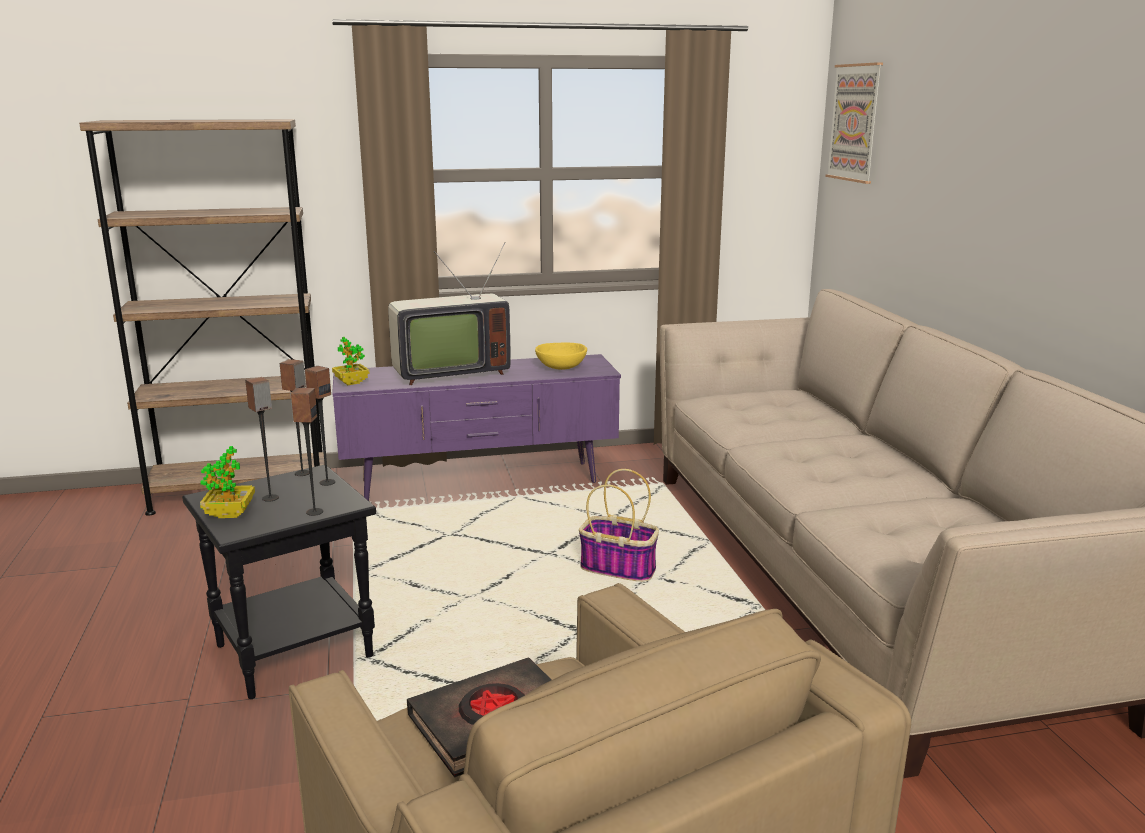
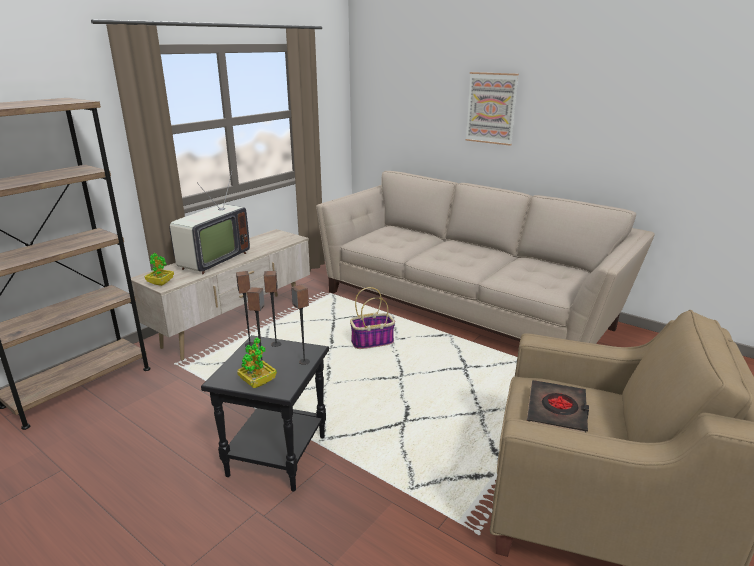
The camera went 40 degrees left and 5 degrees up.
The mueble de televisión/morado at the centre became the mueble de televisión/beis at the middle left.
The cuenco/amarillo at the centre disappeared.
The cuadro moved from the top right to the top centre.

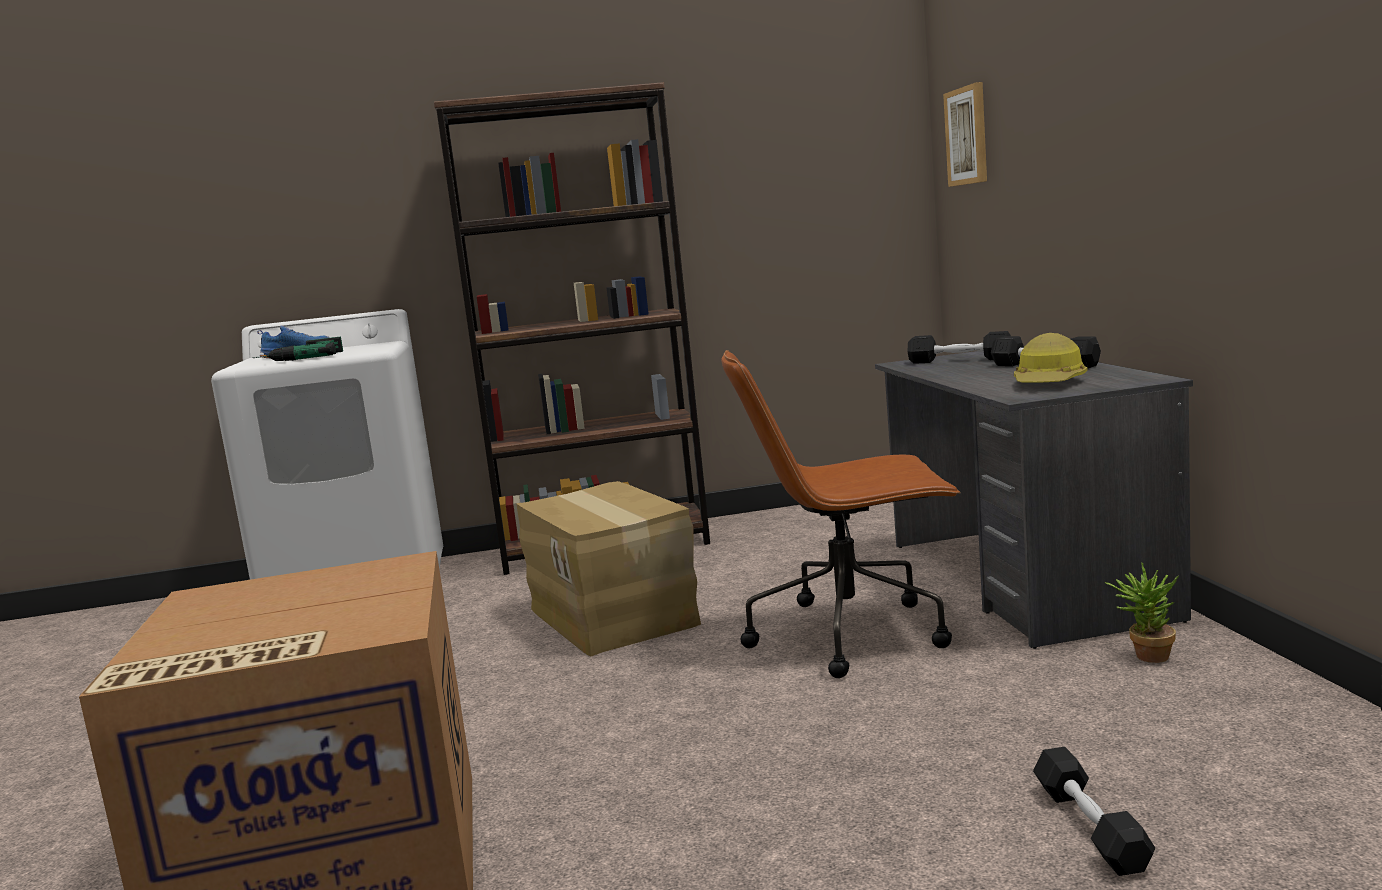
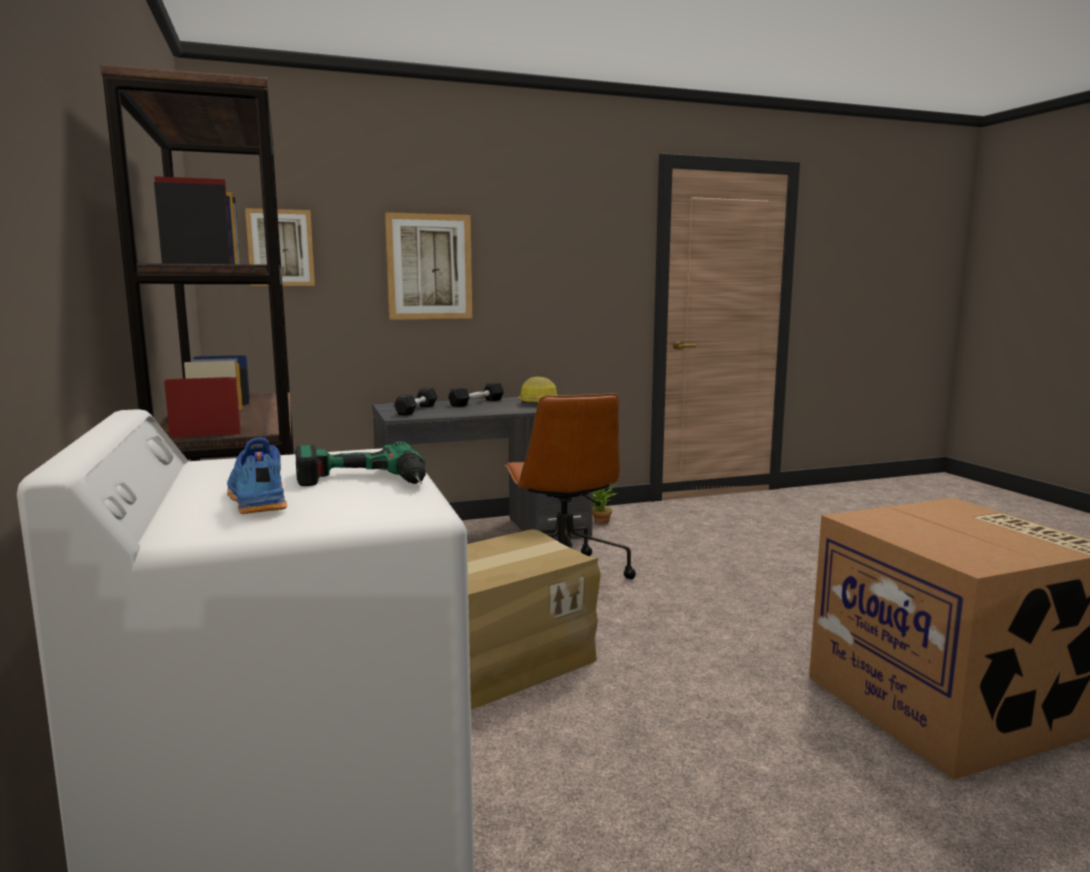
The camera went 100 degrees left and 0 degrees up.
The mancuerna/negro (3rd from left) at the bottom right disappeared.
The cuadro (2nd from left) at the top centre appeared.

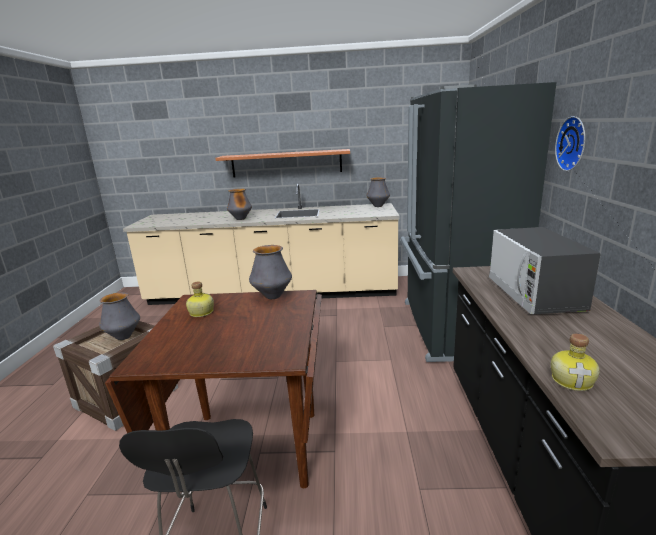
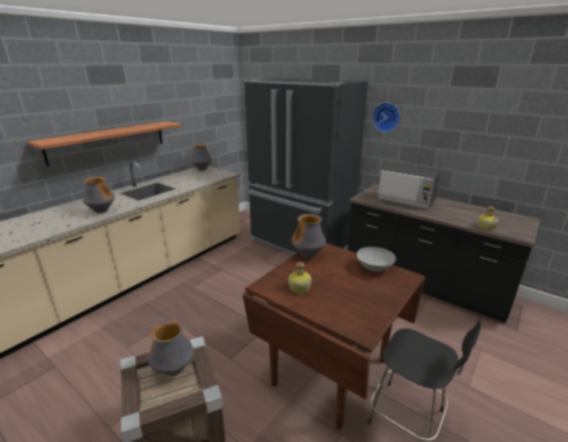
The camera went 55 degrees left and 5 degrees up.
The cuenco/gris at the centre appeared.

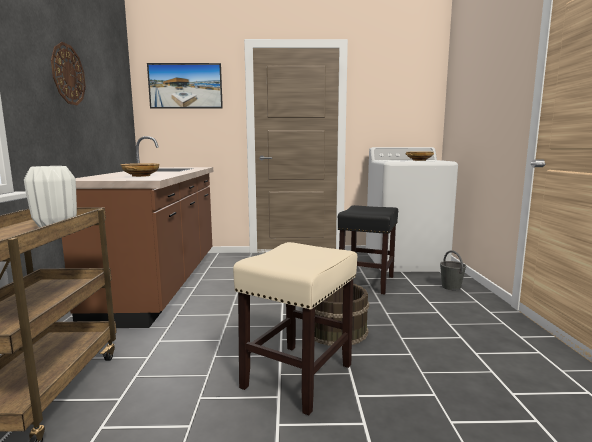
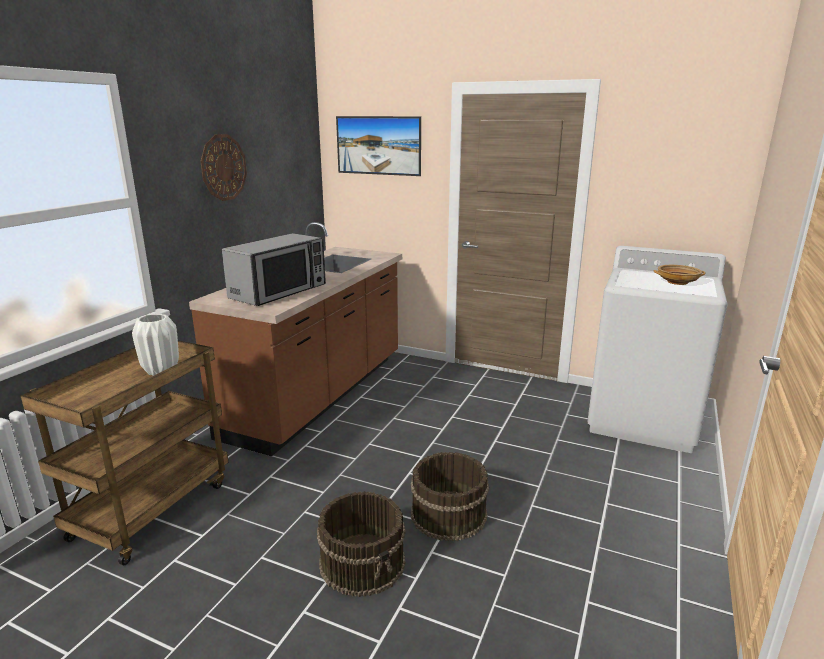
The camera went 25 degrees right and 10 degrees up.
The cuenco/beis (1st from left) at the middle left was replaced by the microondas at the middle left.
The taburete/beis at the bottom centre was replaced by the cubo/marrón (1st from left) at the bottom centre.
The taburete/negro at the centre disappeared.
The cubo/gris at the middle right disappeared.

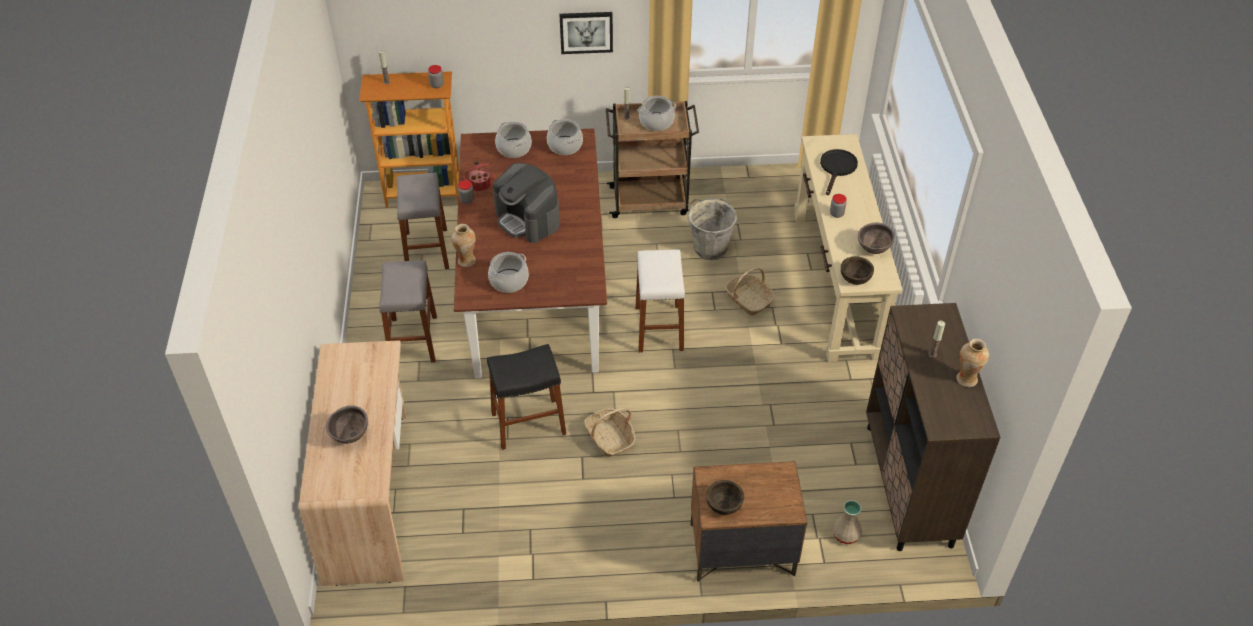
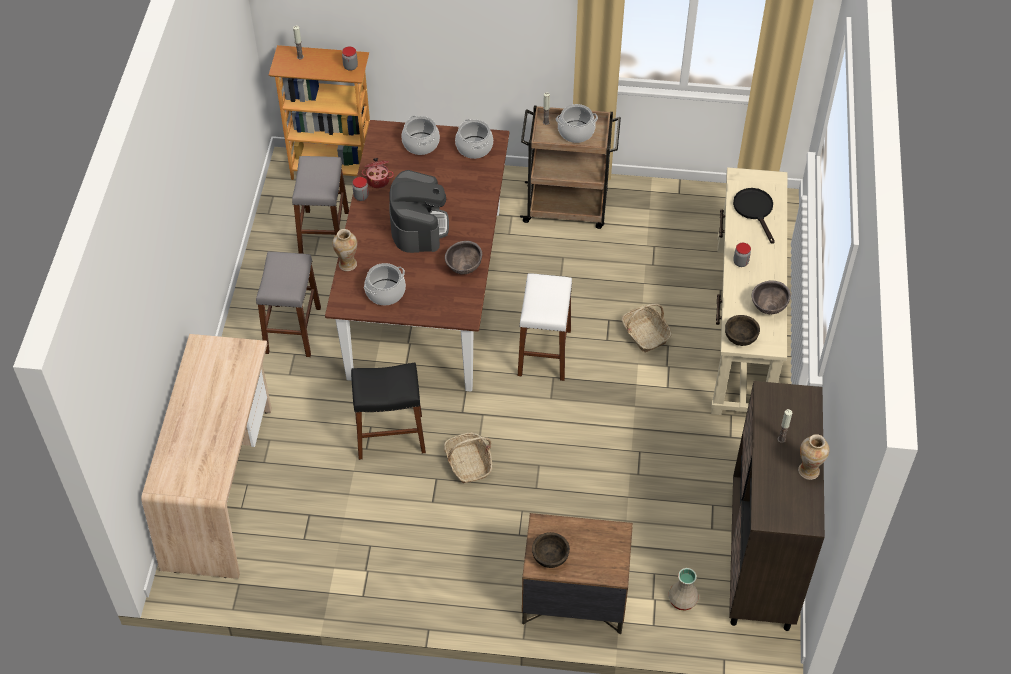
The camera went 10 degrees right and 5 degrees up.
The cuenco/marrón (1st from left) moved from the bottom left to the centre.
The cafetera at the top centre turned 150 degrees counterclockwise.
The cuadro at the top centre disappeared.
The cubo/gris at the centre disappeared.
The sartén/negro at the top right turned 45 degrees counterclockwise.

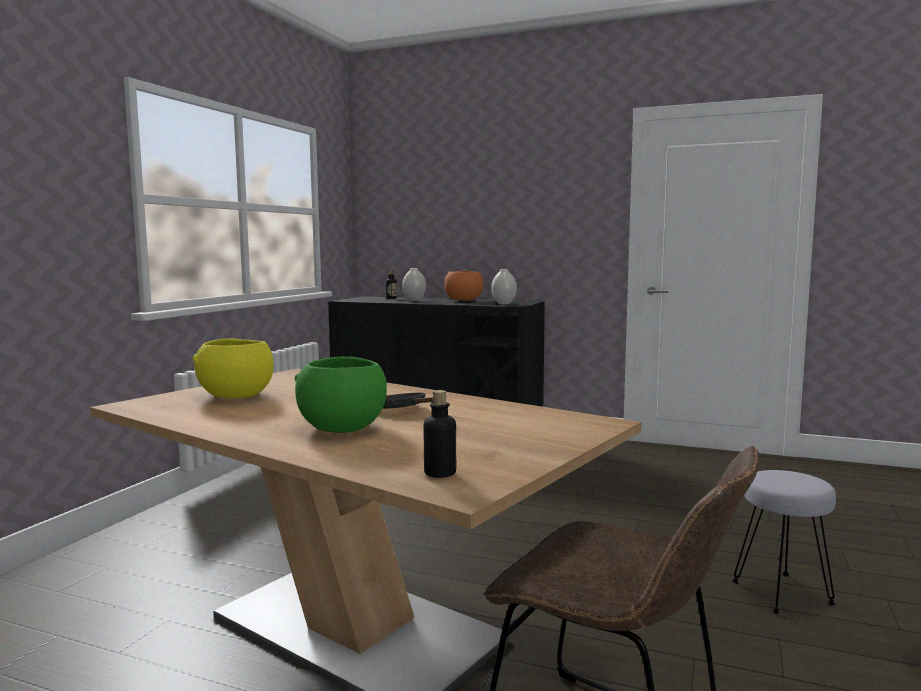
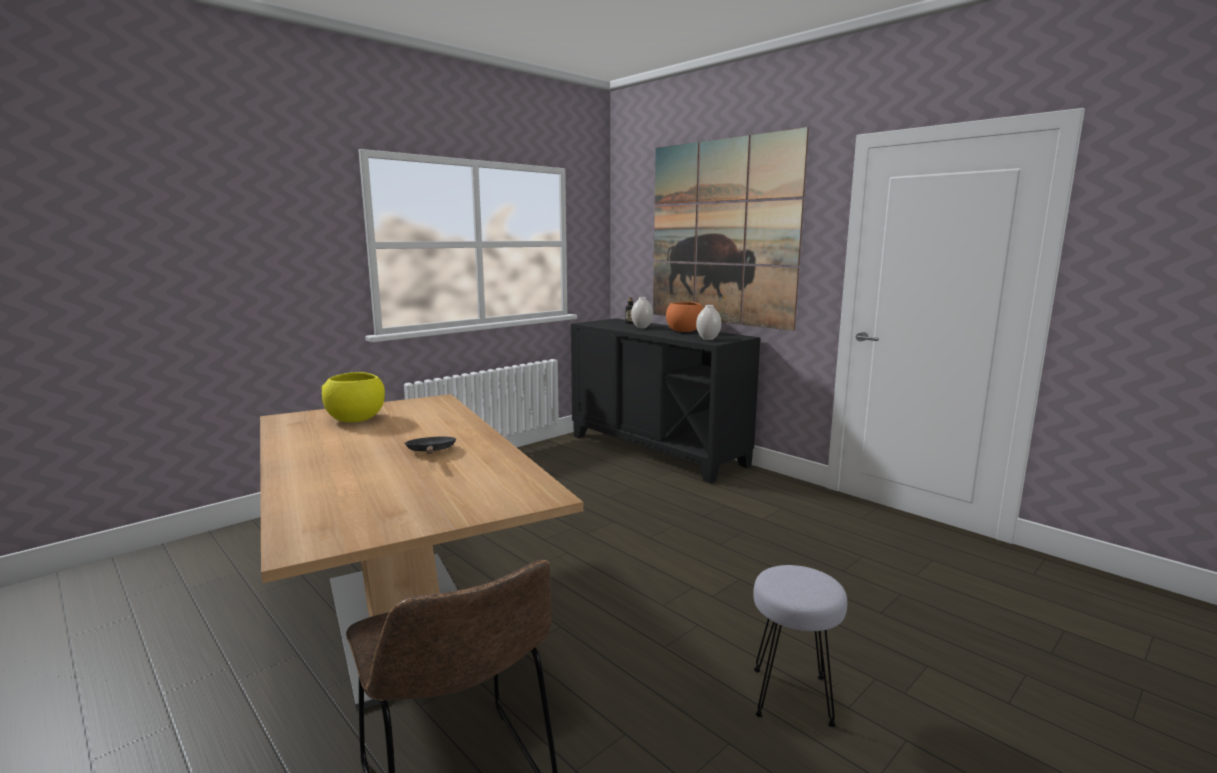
The camera went 25 degrees right and 5 degrees up.
The cuenco/verde at the centre disappeared.
The botella (2nd from left) at the centre disappeared.
The cuadro at the top centre appeared.

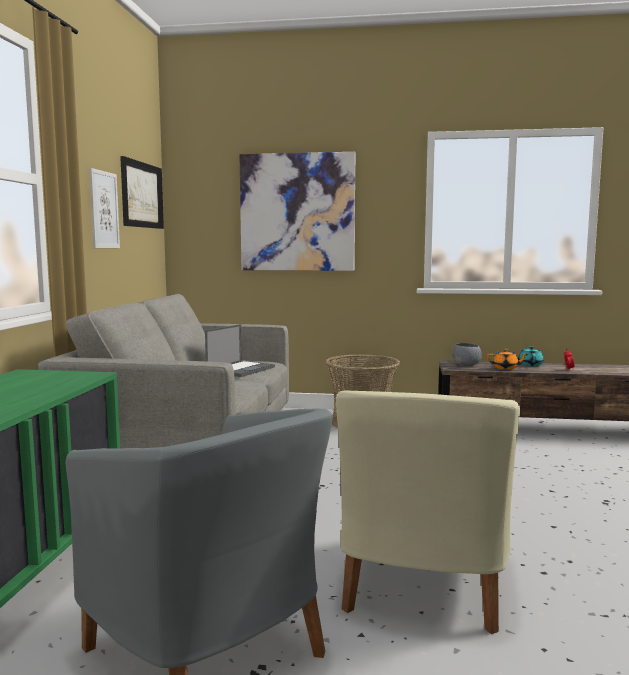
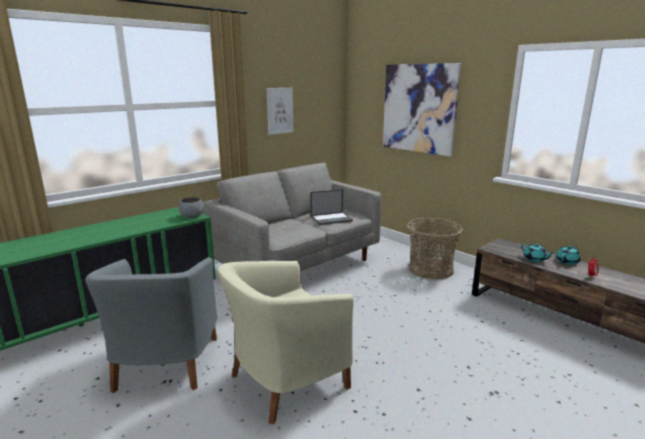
The camera went 40 degrees right and 10 degrees up.
The cuadro (2nd from left) at the top left disappeared.
The cuenco/gris moved from the middle right to the middle left.
The tetera/naranja at the middle right became the tetera/turquesa (1st from left) at the middle right.

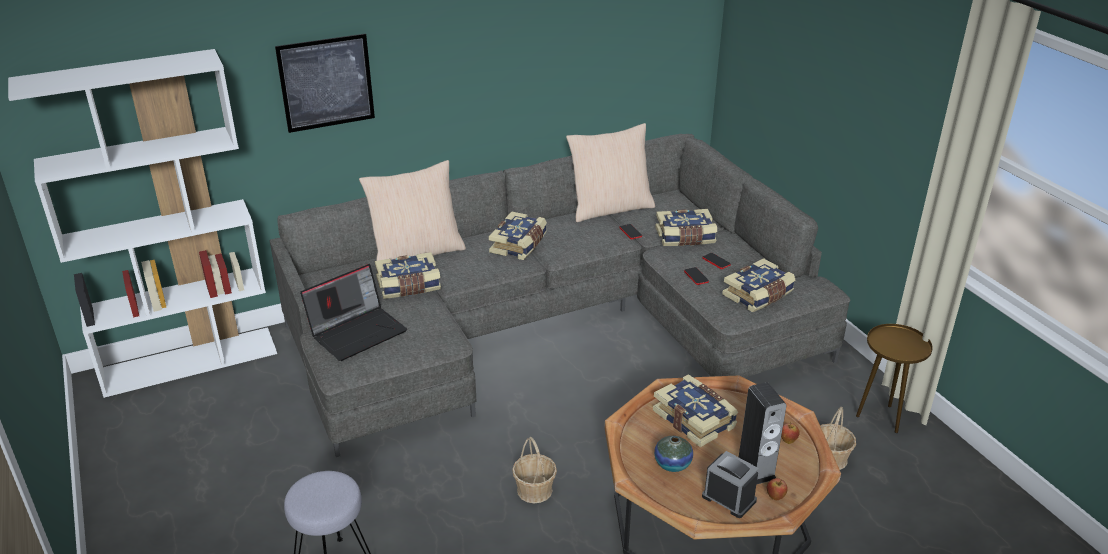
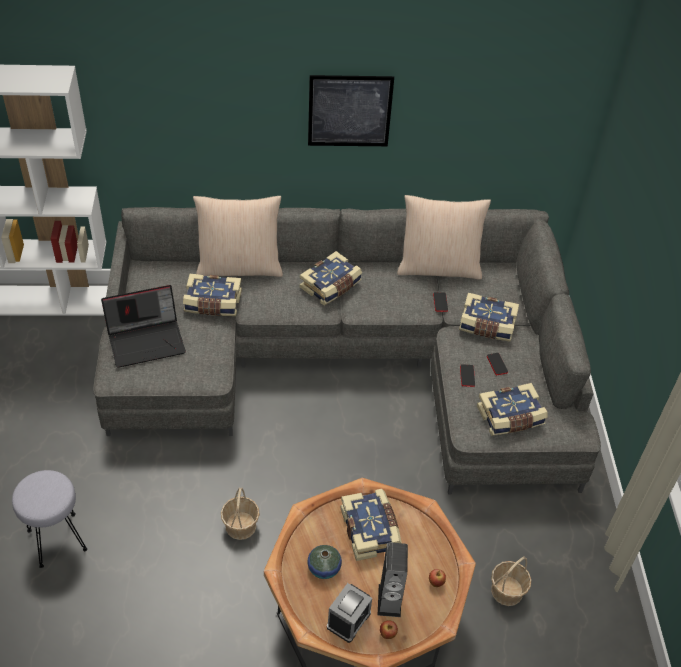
The camera went 20 degrees right and 15 degrees up.
The cuadro moved from the top left to the top centre.
The despertador at the bottom centre turned 60 degrees clockwise.
The mesa auxiliar/marrón at the bottom right disappeared.

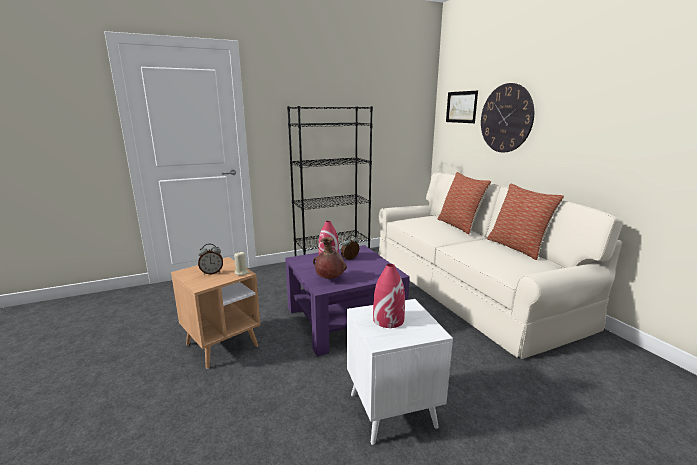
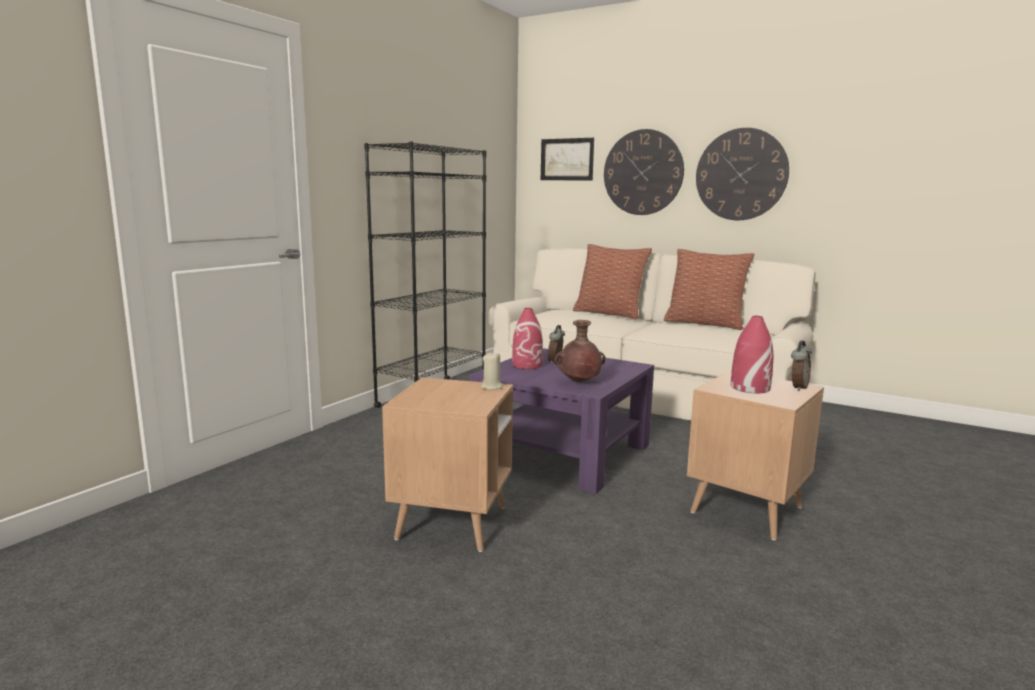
The camera went 35 degrees left and 5 degrees down.
The despertador (1st from left in the first image) moved from the middle left to the middle right.
The mesa auxiliar/blanco at the bottom centre became the mesa auxiliar/marrón (2nd from left) at the middle right.
The reloj de pared (2nd from left) at the top right appeared.

